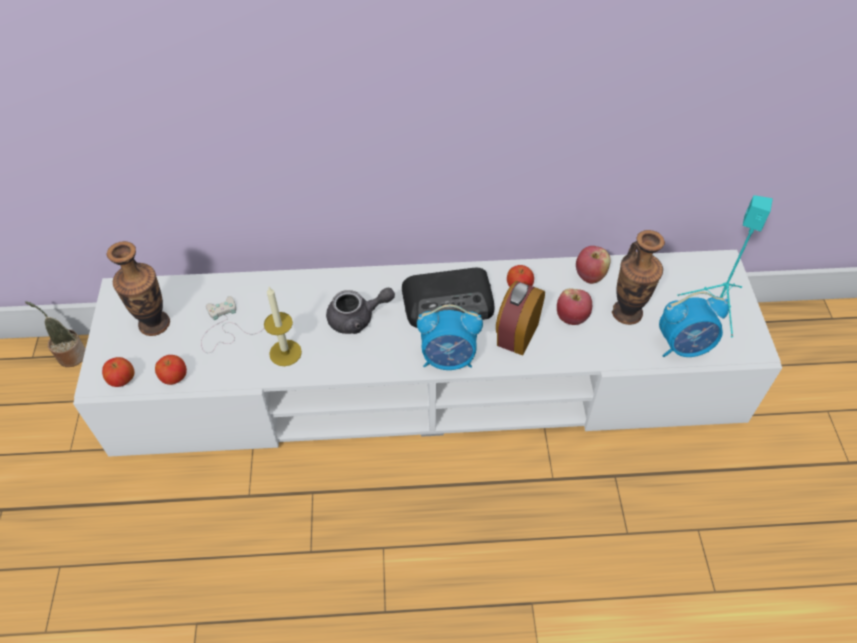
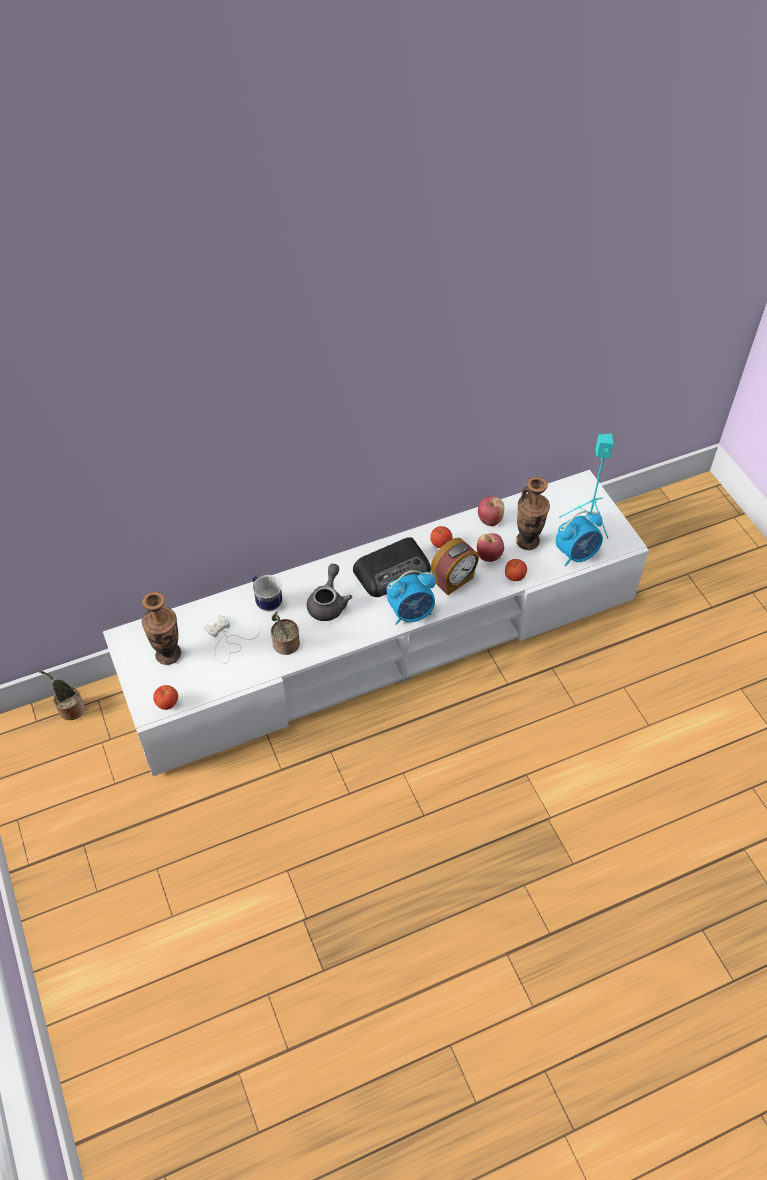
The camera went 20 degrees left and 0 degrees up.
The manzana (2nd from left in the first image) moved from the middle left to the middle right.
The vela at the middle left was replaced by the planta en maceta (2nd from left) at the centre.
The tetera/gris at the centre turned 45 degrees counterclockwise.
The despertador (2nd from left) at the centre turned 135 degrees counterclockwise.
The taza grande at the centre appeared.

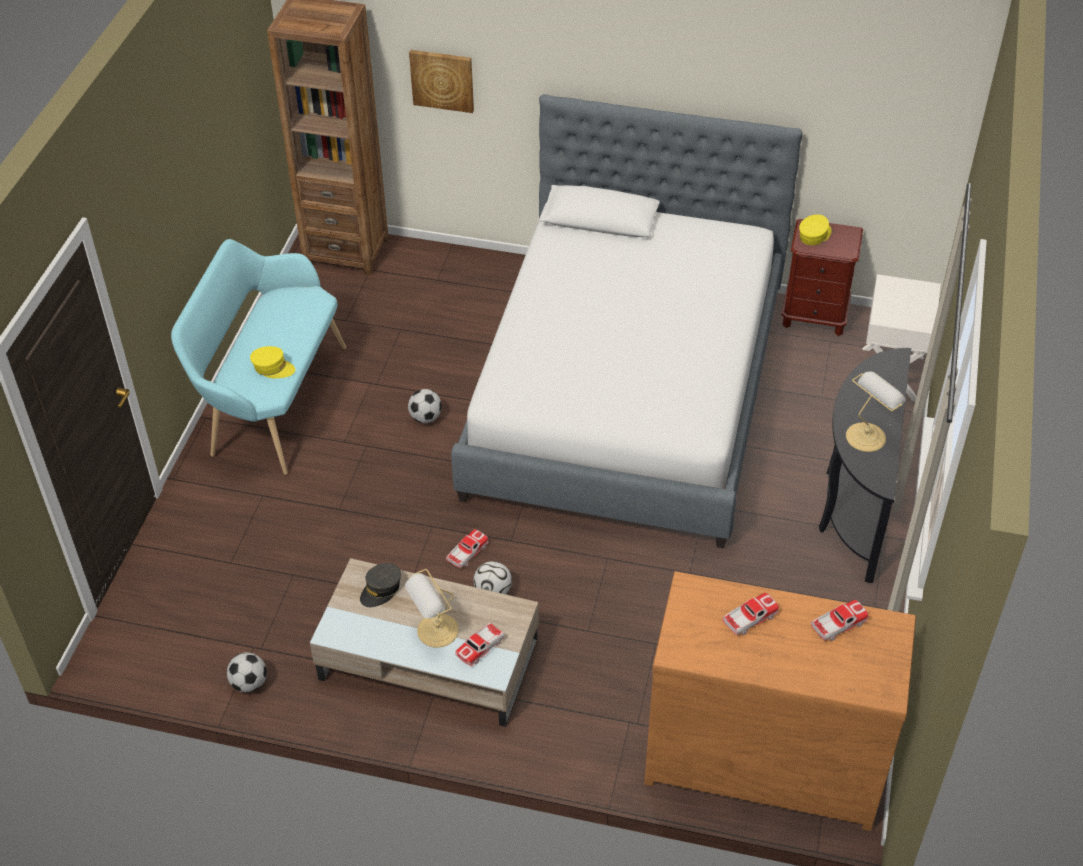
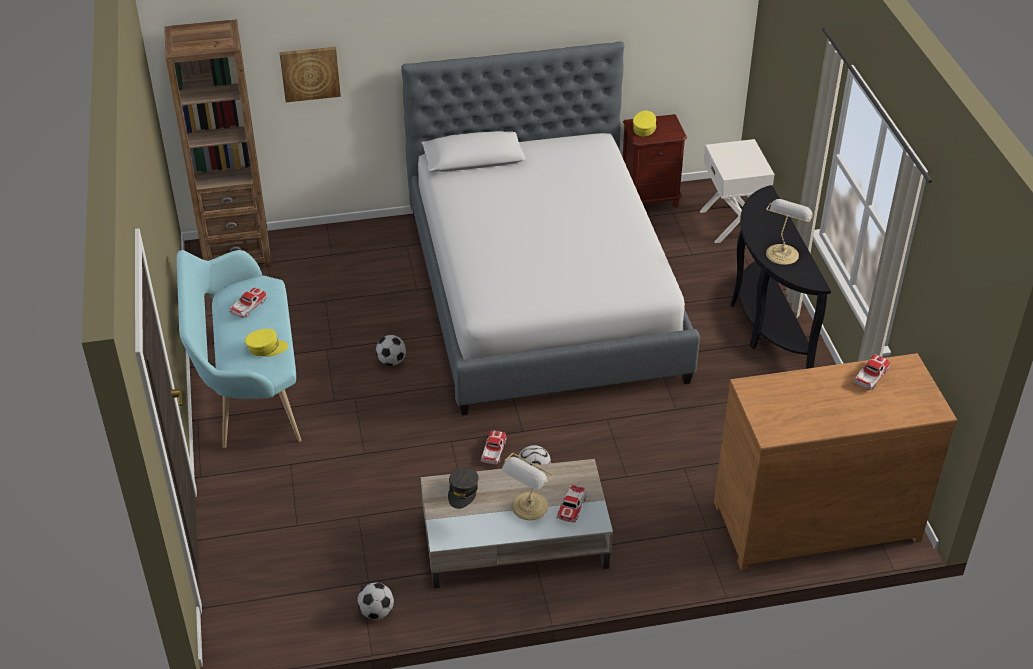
The camera went 25 degrees left and 5 degrees down.
The coche de juguete (3rd from left in the first image) moved from the bottom right to the middle left.

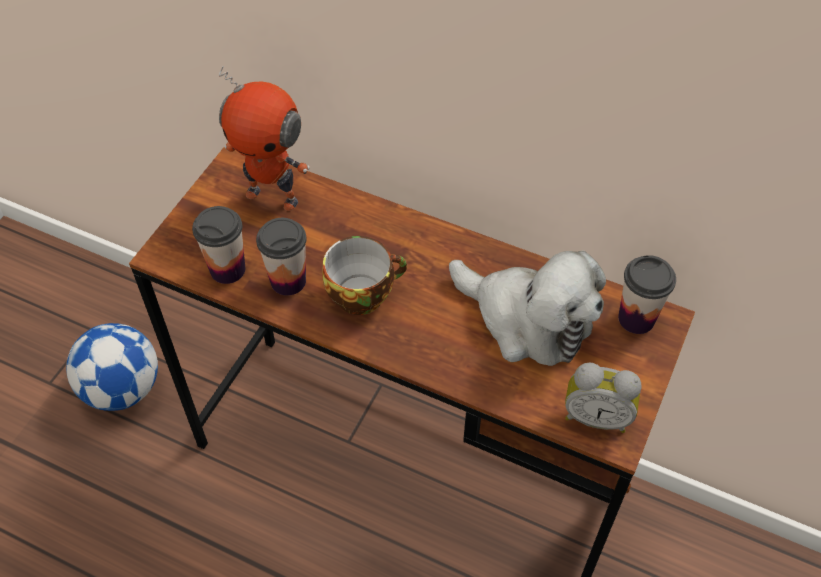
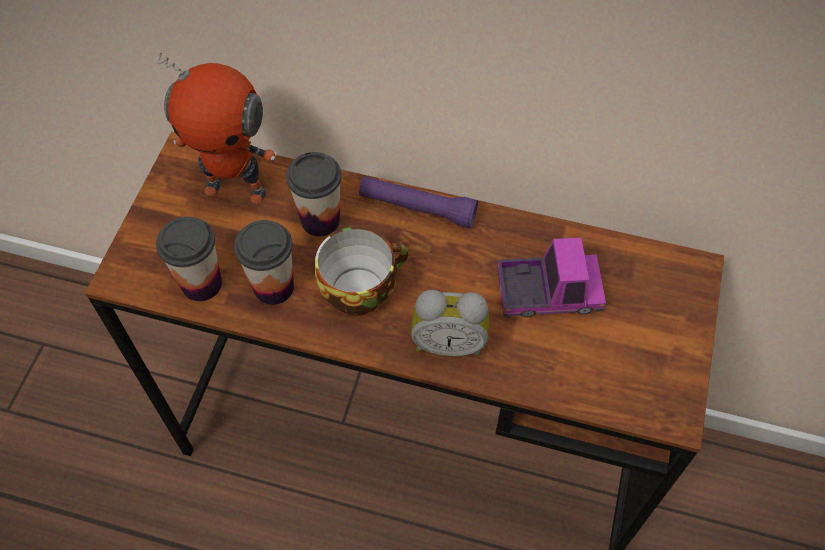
The camera went 10 degrees left and 5 degrees up.
The balón de fútbol at the middle left disappeared.
The peluche at the centre was replaced by the camión de juguete at the middle right.
The despertador moved from the bottom right to the centre.
The taza (4th from left in the first image) moved from the middle right to the centre.
The linterna/morado at the centre appeared.

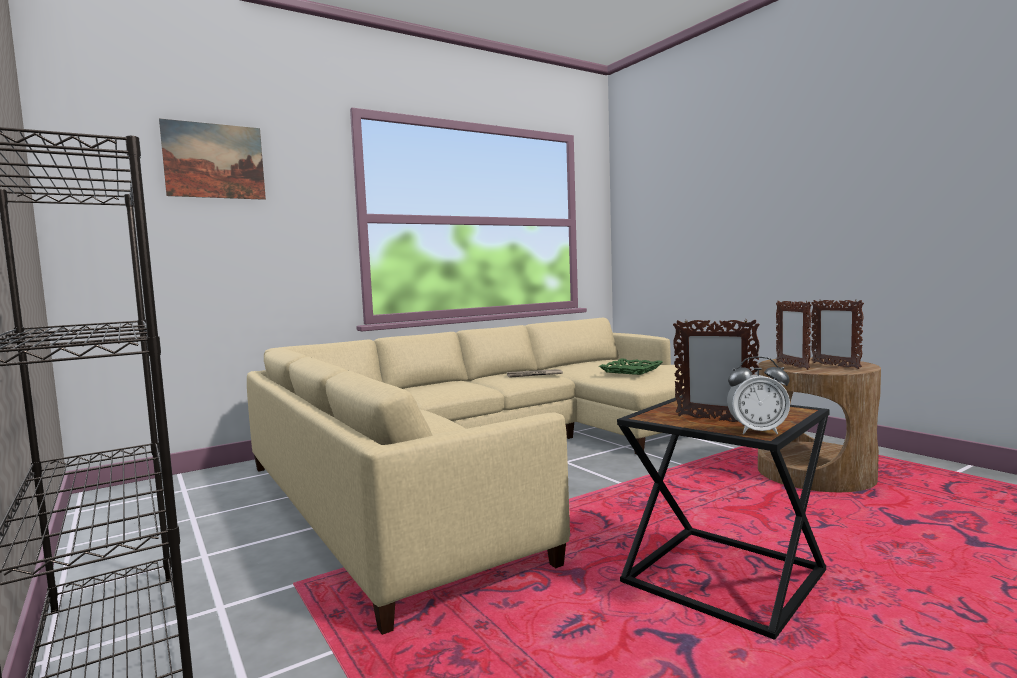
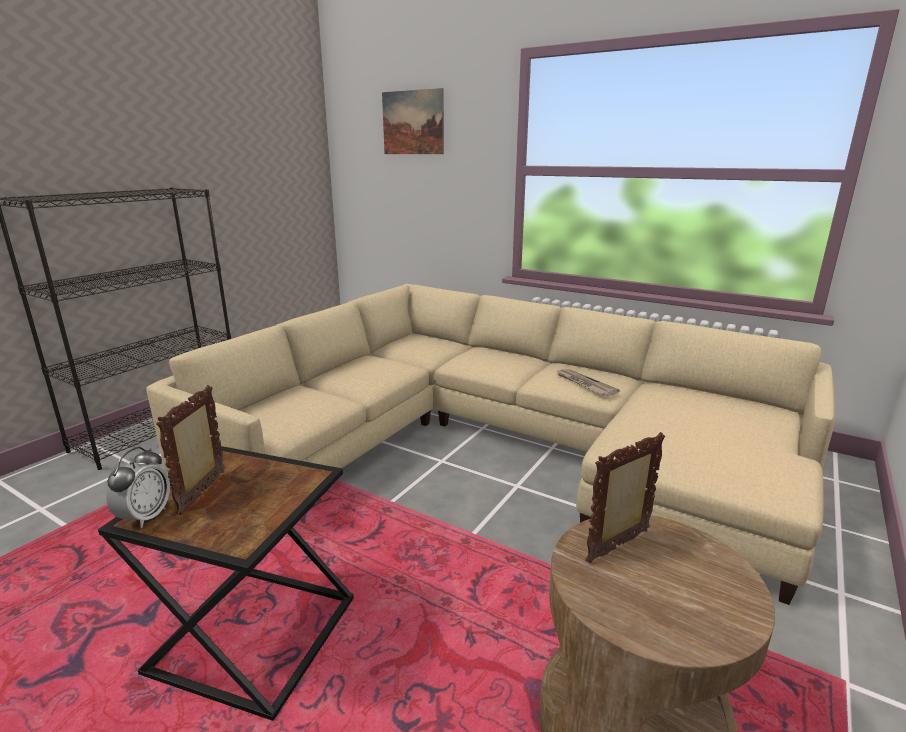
The camera went 65 degrees right and 15 degrees up.
The bandeja/verde at the centre disappeared.
The despertador at the middle right turned 150 degrees counterclockwise.
The portarretratos (3rd from left) at the middle right disappeared.

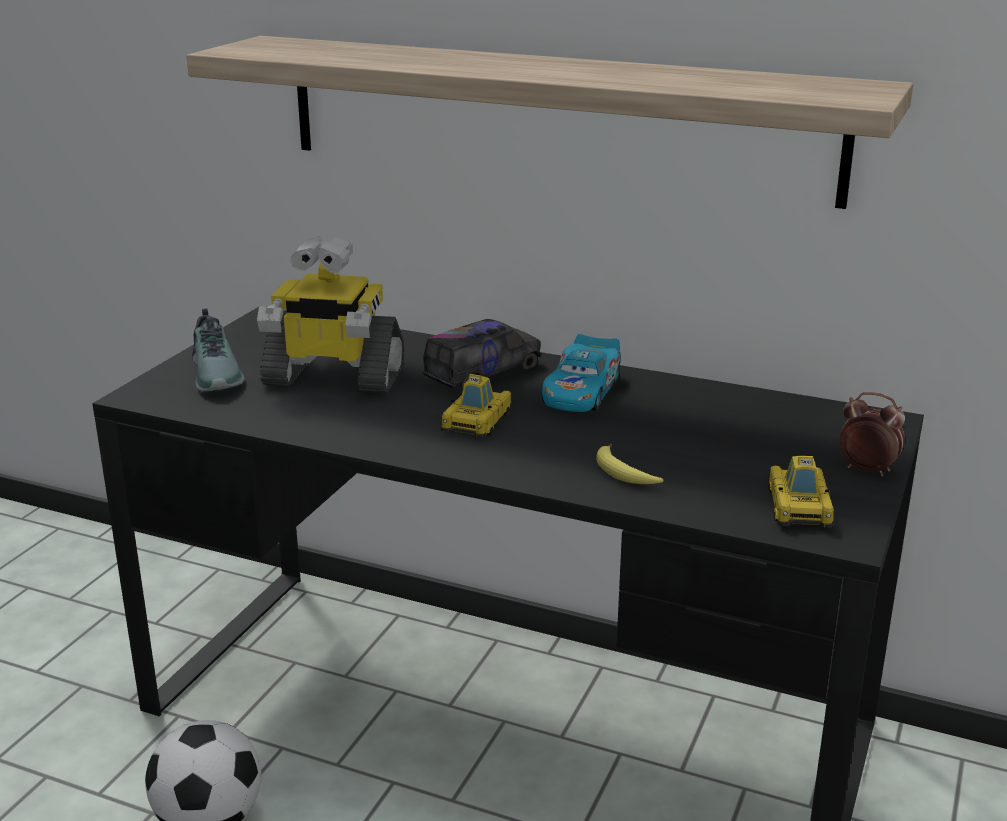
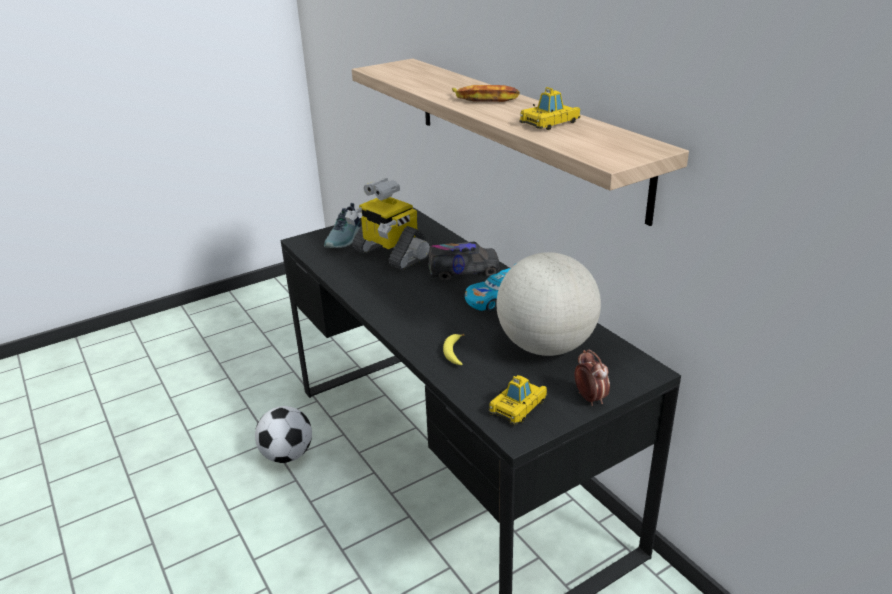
The camera went 35 degrees right and 5 degrees up.
The coche de juguete (1st from left in the first image) moved from the centre to the top centre.
The plátano (2nd from left) at the top centre appeared.
The globo terráqueo at the centre appeared.

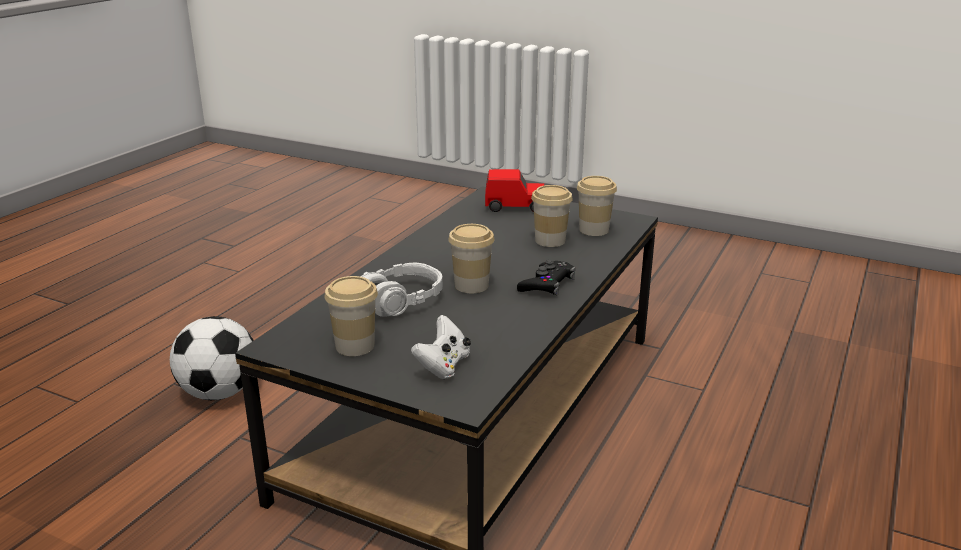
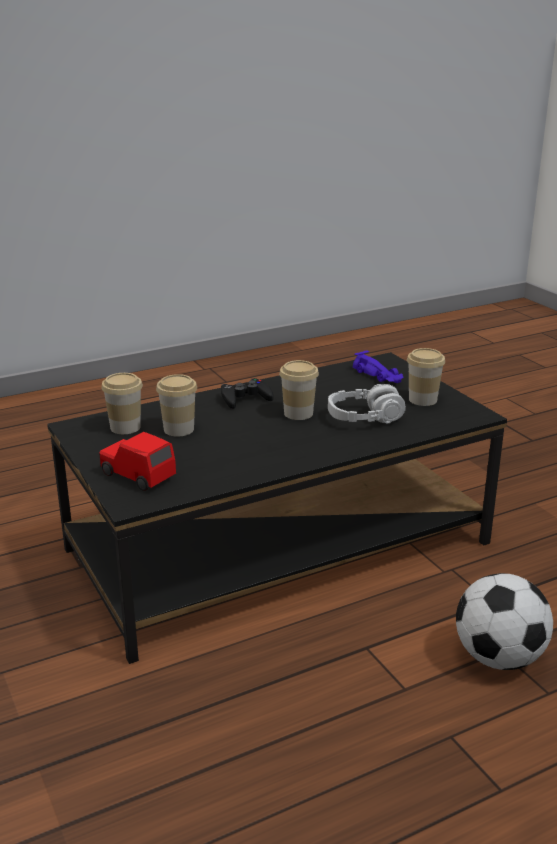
The camera went 145 degrees left and 0 degrees up.
The mando de consola/blanco at the centre was replaced by the coche de juguete/morado at the middle right.

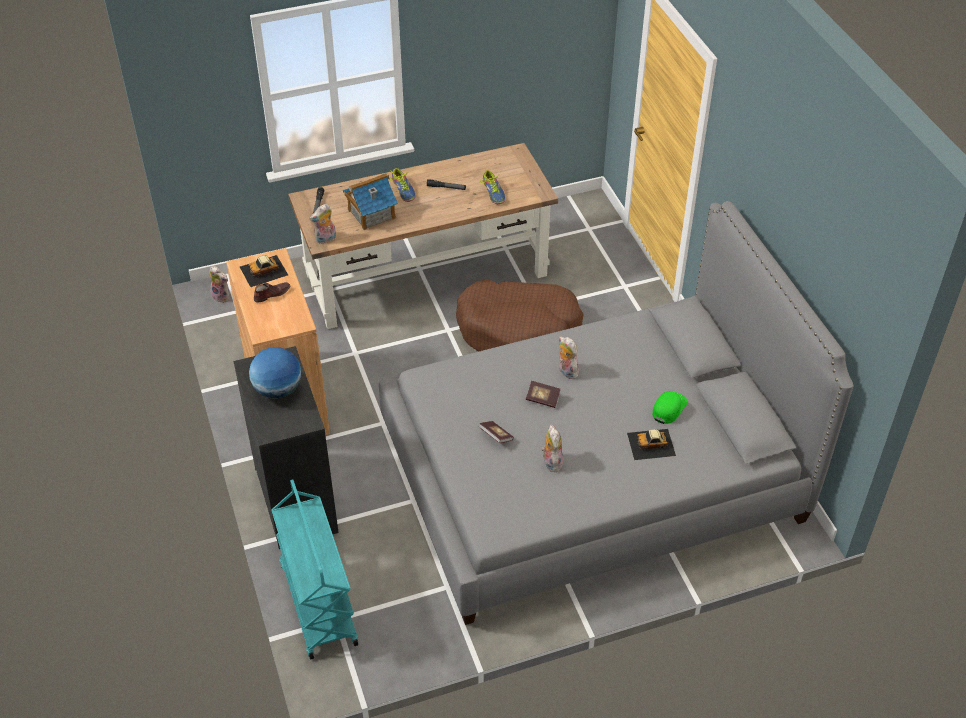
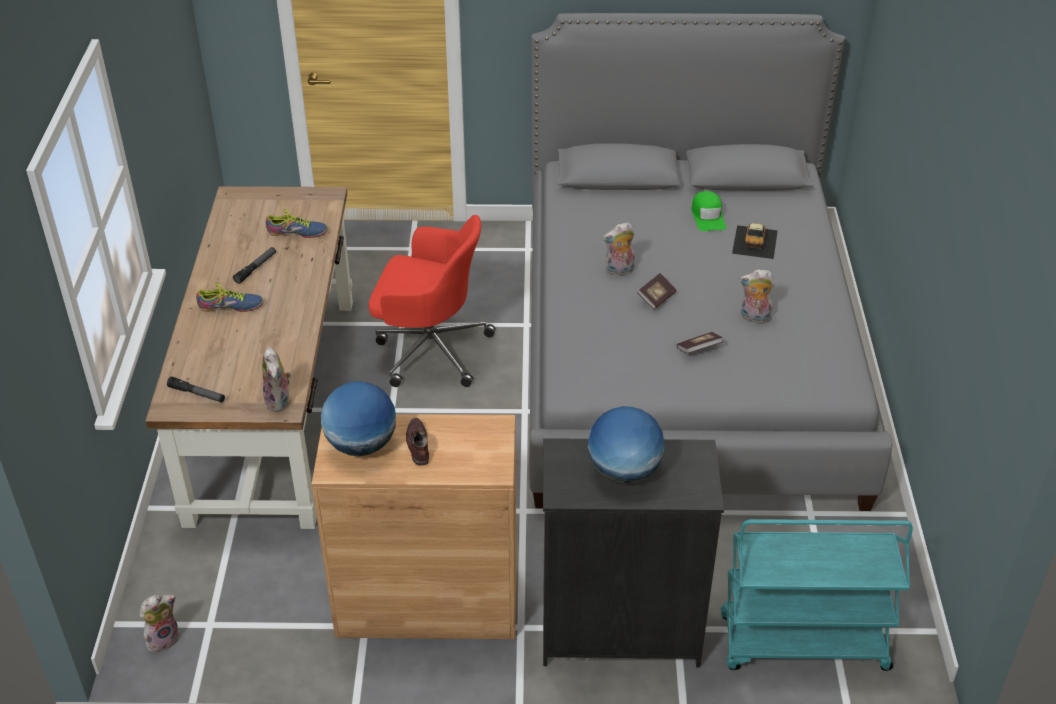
The camera went 70 degrees left and 5 degrees down.
The coche de juguete (1st from left) at the middle left was replaced by the globo terráqueo (1st from left) at the centre.
The casita at the top centre disappeared.
The cama para perro/marrón at the centre was replaced by the silla de oficina/rojo at the centre.
The gorra/verde at the middle right turned 150 degrees counterclockwise.

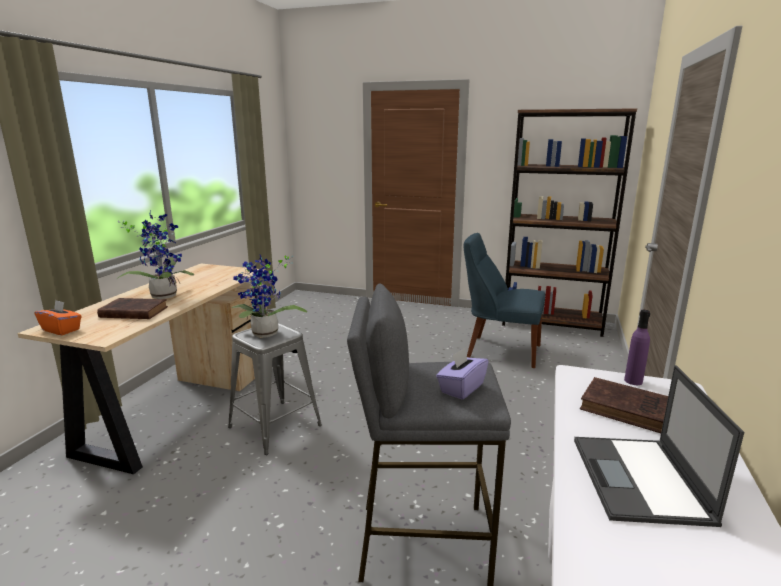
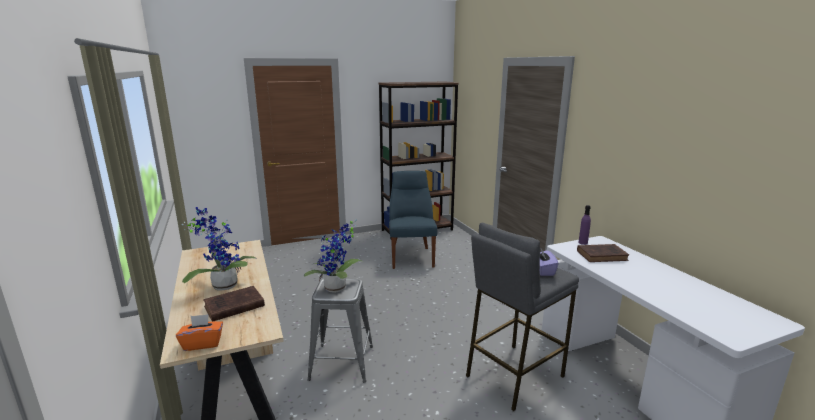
The camera went 40 degrees left and 0 degrees up.
The silla/azul at the centre turned 105 degrees clockwise.
The portátil at the bottom right disappeared.

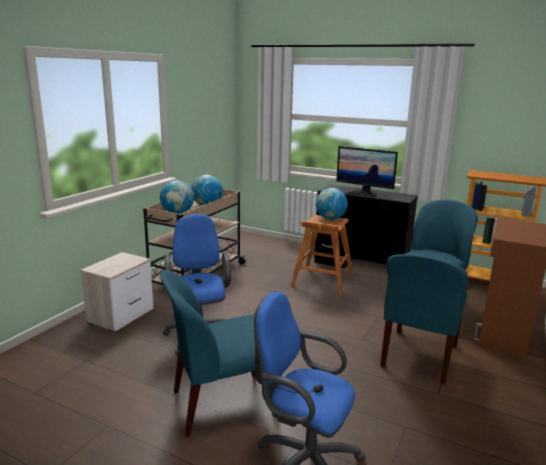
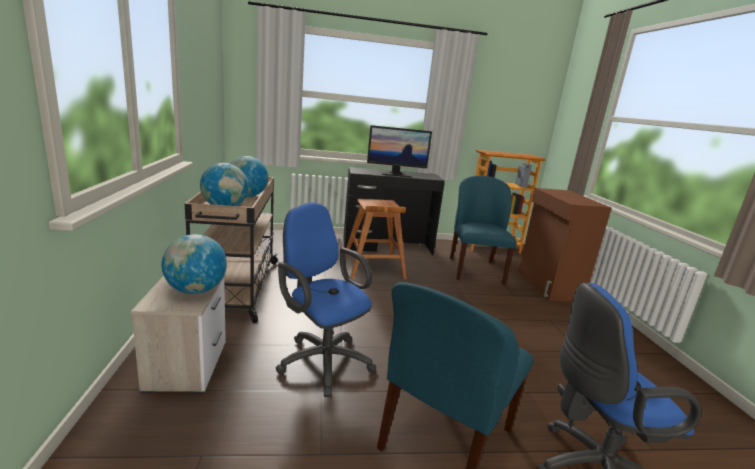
The camera went 35 degrees left and 0 degrees up.
The globo terráqueo (3rd from left in the first image) moved from the centre to the middle left.
The silla/azul (2nd from left) at the bottom right disappeared.

